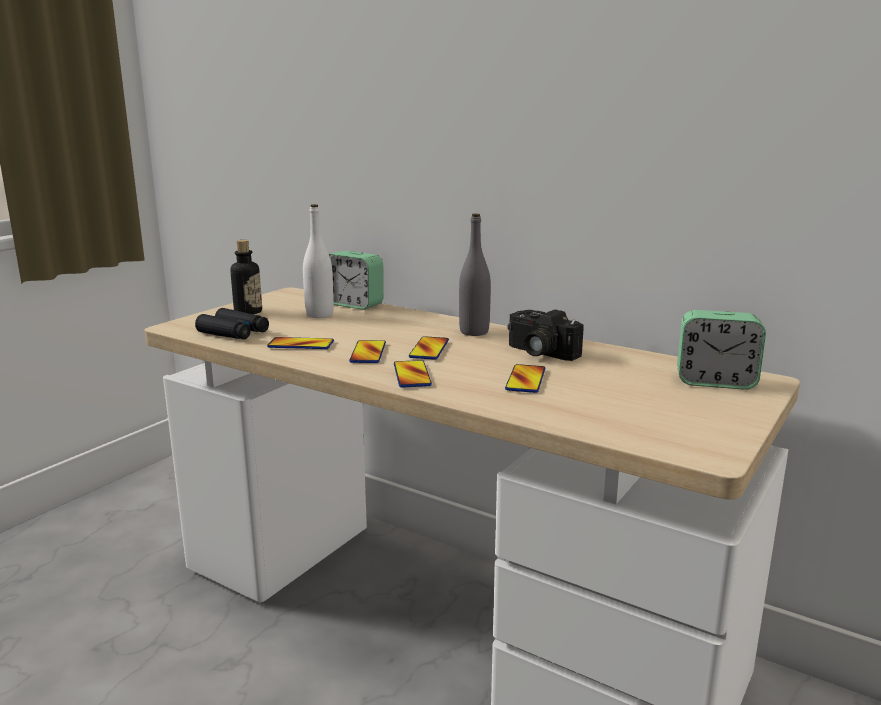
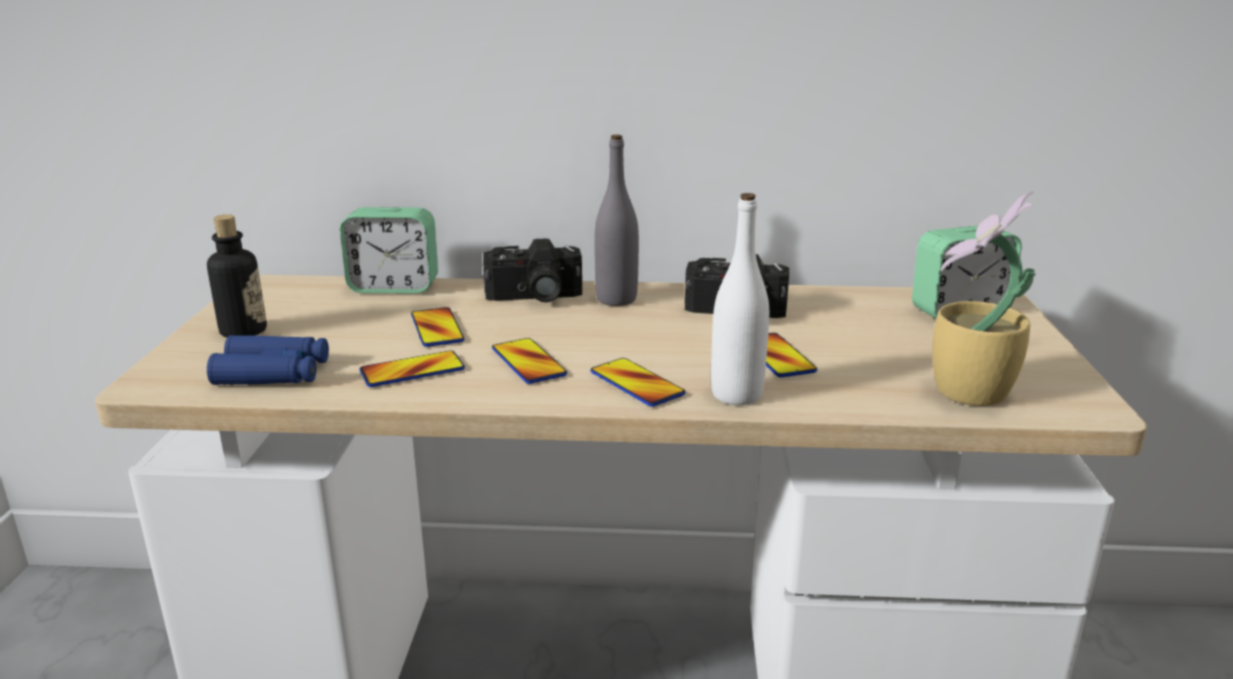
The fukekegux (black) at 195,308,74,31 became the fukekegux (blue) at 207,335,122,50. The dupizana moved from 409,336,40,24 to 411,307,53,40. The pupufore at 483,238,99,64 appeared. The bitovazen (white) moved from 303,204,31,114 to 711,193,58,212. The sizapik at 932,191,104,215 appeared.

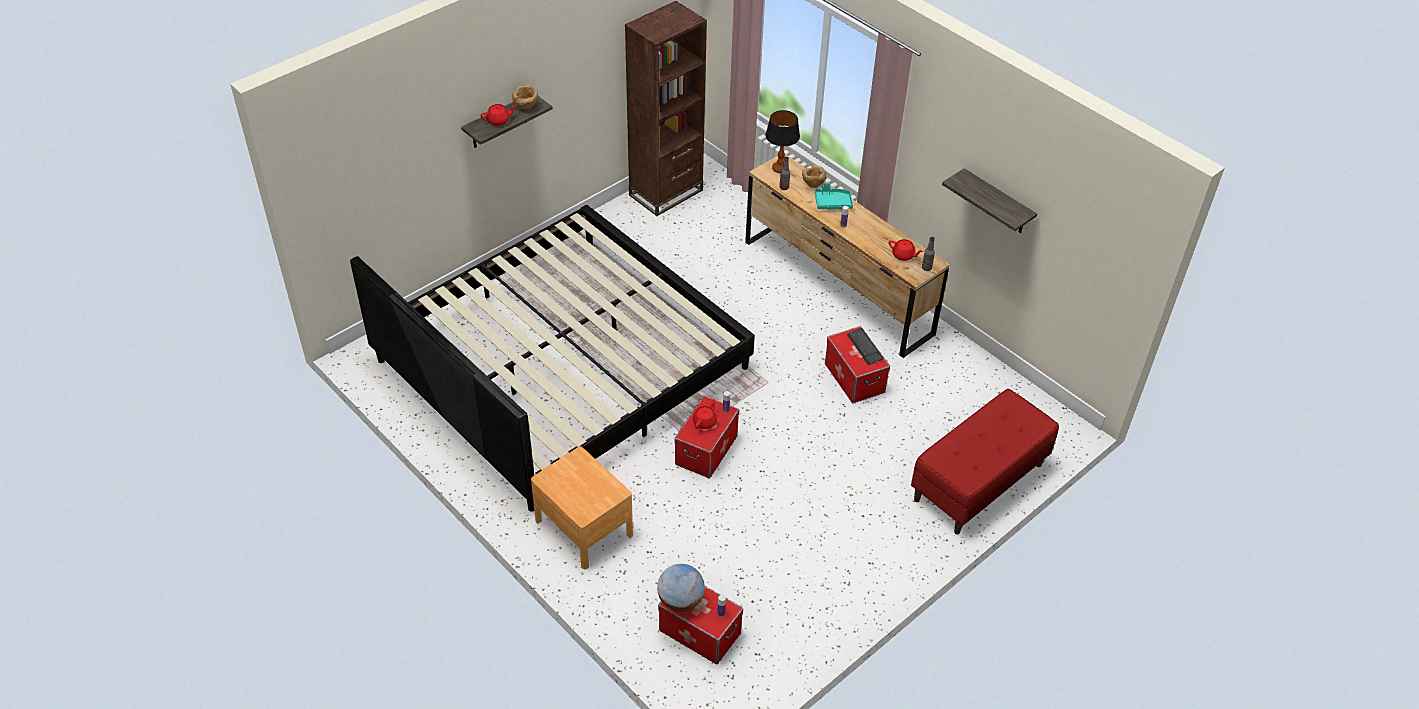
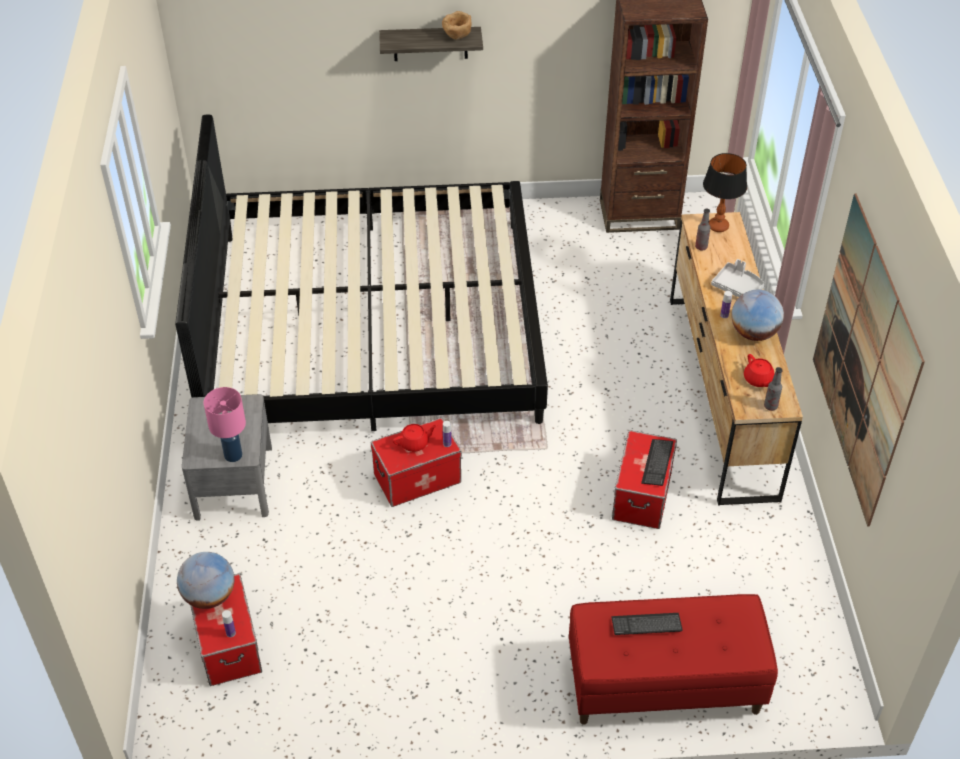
The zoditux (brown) at 531,446,102,123 became the zoditux (grey) at 182,394,90,126. The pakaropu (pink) at 204,387,42,75 appeared. The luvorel at 611,613,72,22 appeared. The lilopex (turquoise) at 815,183,38,26 became the lilopex (grey) at 711,259,54,38. The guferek at 731,289,53,52 appeared. The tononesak at 942,168,95,65 was replaced by the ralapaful at 813,194,112,333. The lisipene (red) at 480,104,37,22 disappeared. The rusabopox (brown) at 802,165,24,23 disappeared.

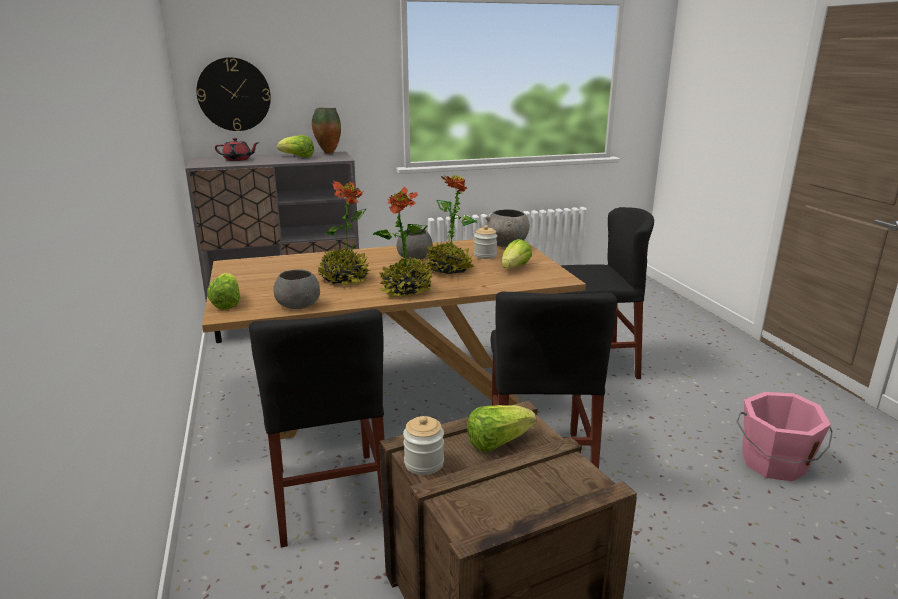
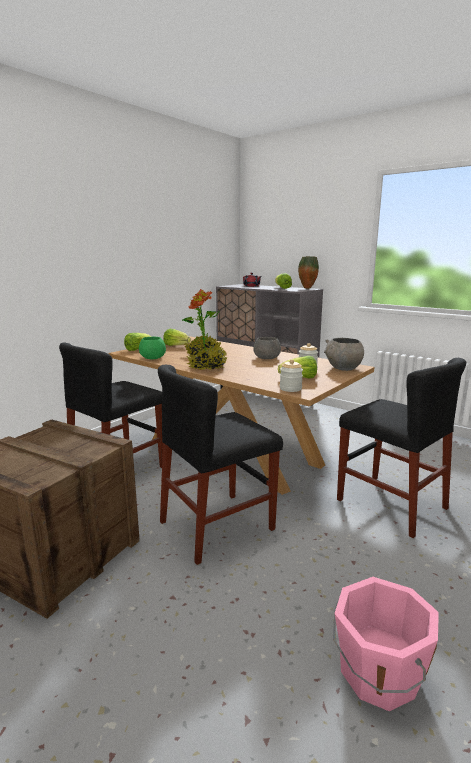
The rusabopox (grey) at 273,269,47,40 became the rusabopox (green) at 139,337,27,22. The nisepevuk moved from 467,405,69,47 to 163,329,28,17. The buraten moved from 403,416,41,59 to 280,359,23,33. The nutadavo at 197,57,74,74 disappeared. The sizapik at 424,175,54,99 disappeared.

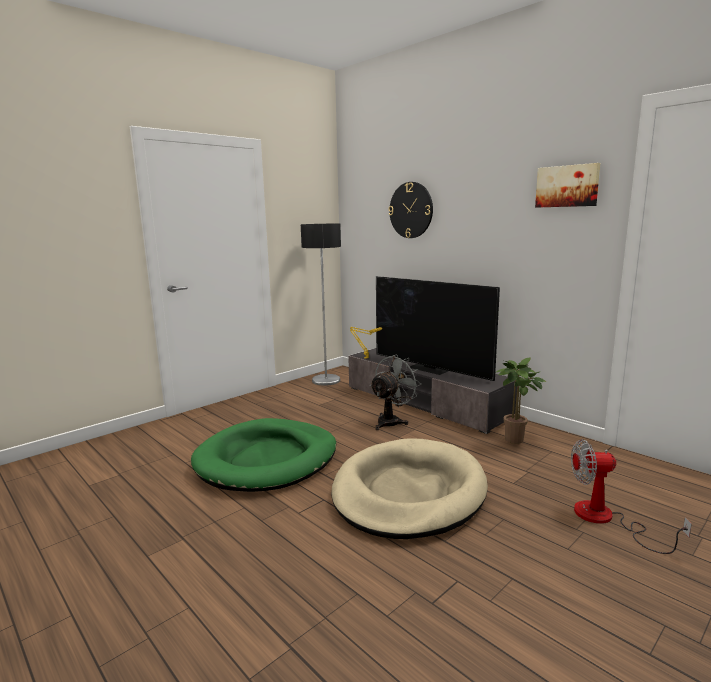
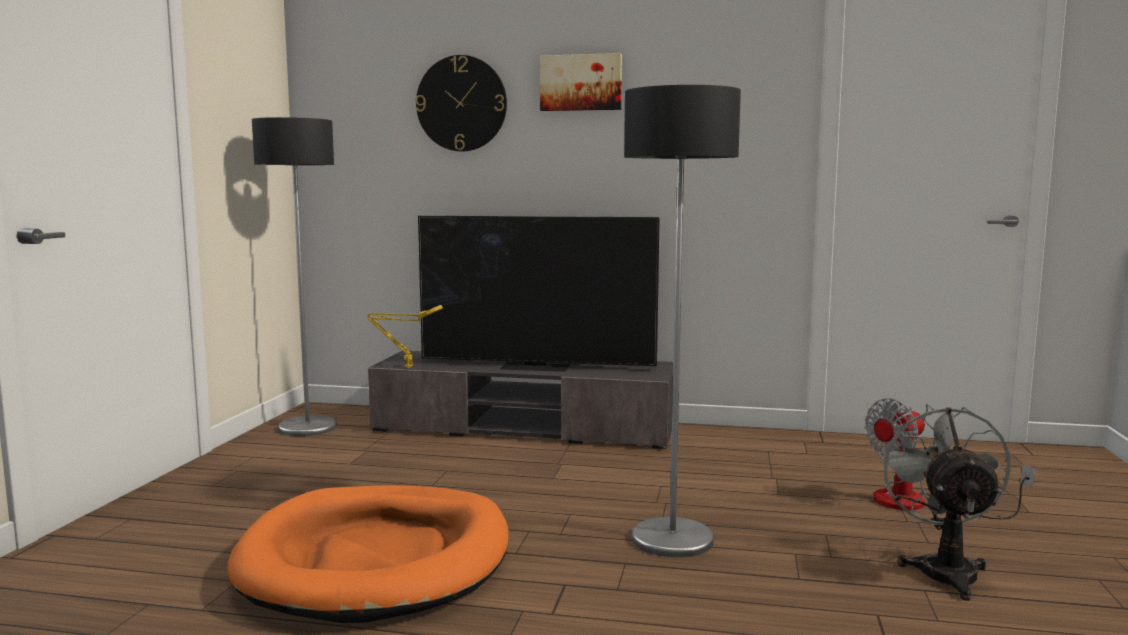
The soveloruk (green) at 191,418,145,74 became the soveloruk (orange) at 227,485,282,138. The ralapaful moved from 535,163,66,45 to 540,53,82,58. The soveloruk (beige) at 331,438,157,101 was replaced by the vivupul at 624,85,117,472. The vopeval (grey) moved from 370,354,52,76 to 878,404,133,197. The sizapik at 497,358,49,86 disappeared.

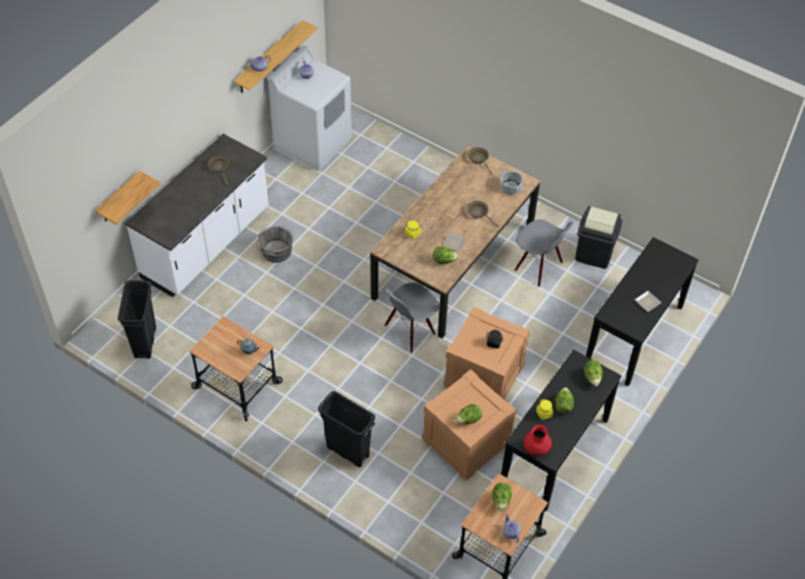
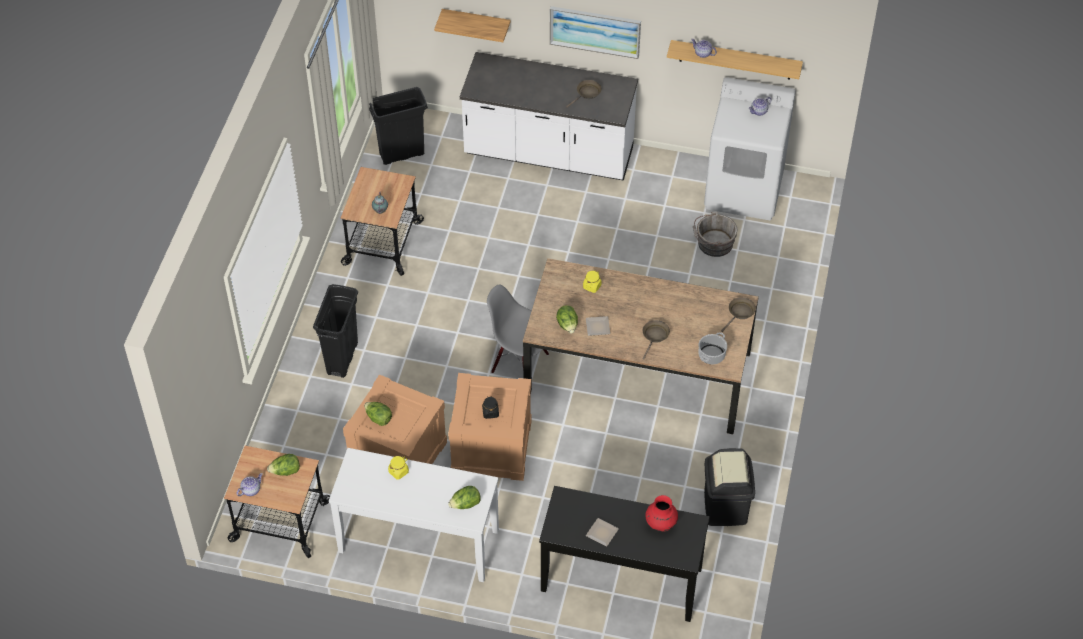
The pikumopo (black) at 501,350,120,162 became the pikumopo (white) at 329,448,170,134. The ralapaful at 550,6,91,53 appeared. The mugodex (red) moved from 523,425,29,31 to 646,495,32,37. The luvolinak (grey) moved from 257,226,36,37 to 693,212,44,45. The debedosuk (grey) at 515,219,58,68 disappeared. The nisepevuk at 555,387,19,27 disappeared.

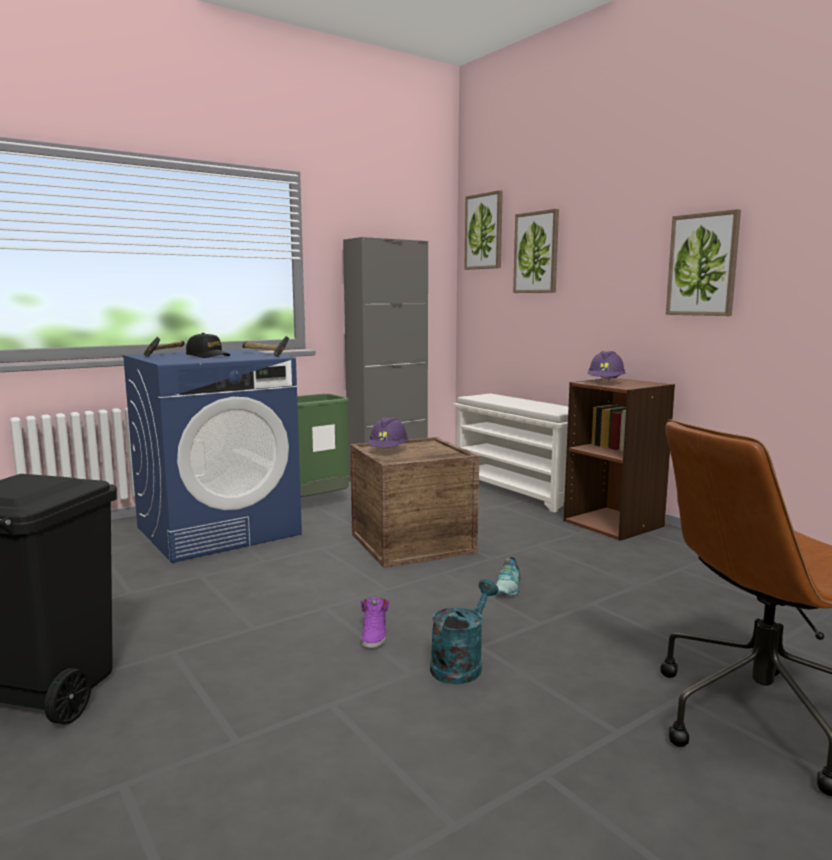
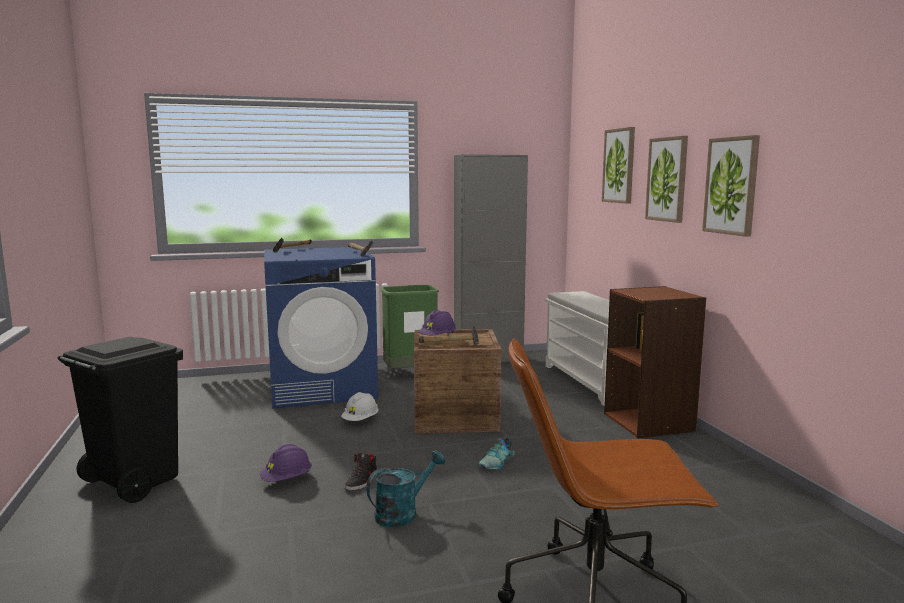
The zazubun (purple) moved from 588,351,38,30 to 260,444,52,38. The zazubun (white) at 341,392,38,29 appeared. The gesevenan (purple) at 360,598,29,50 became the gesevenan (black) at 345,453,32,38. The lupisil at 419,326,60,19 appeared. The ralapaful moved from 464,190,39,80 to 645,136,43,87. The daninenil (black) at 186,333,44,25 disappeared.

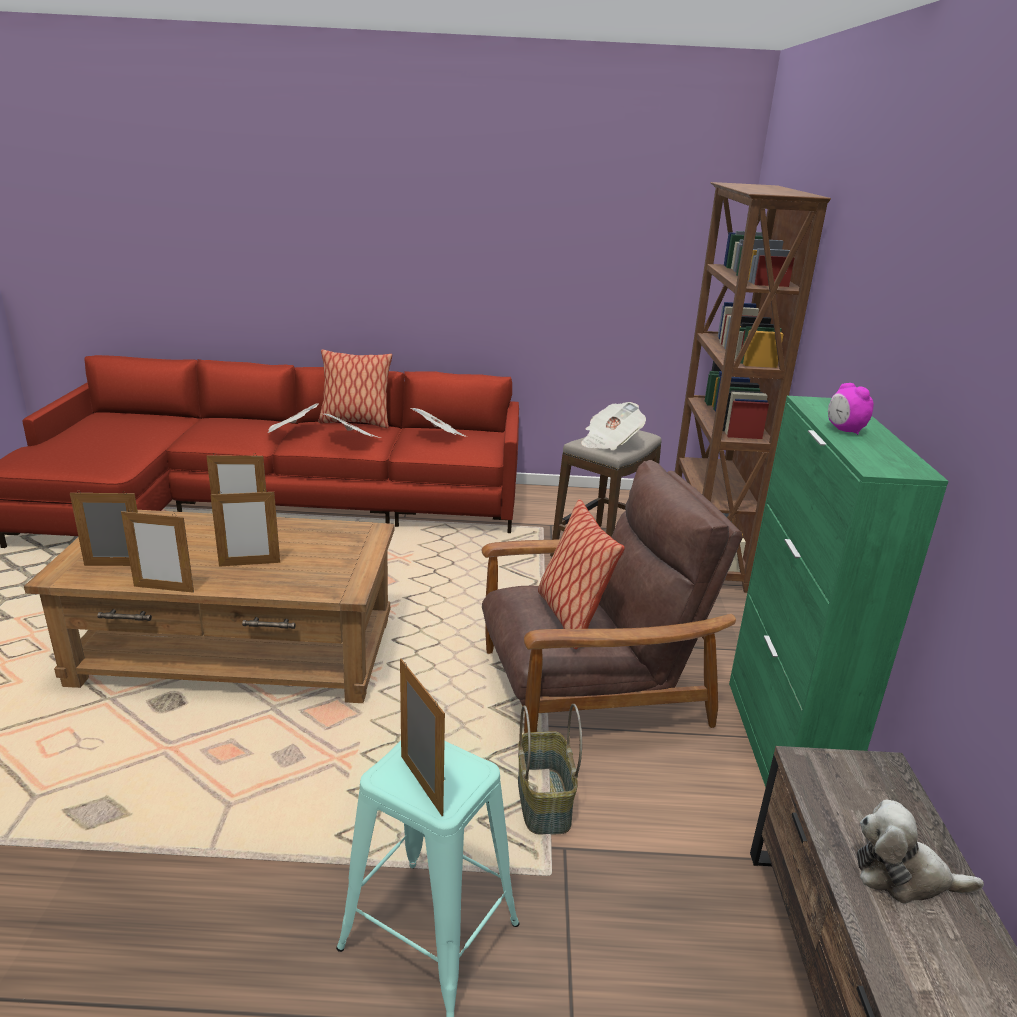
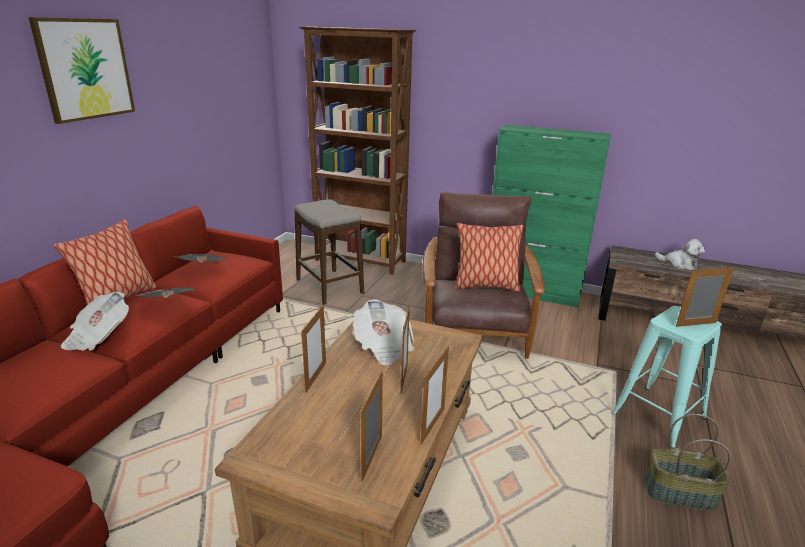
The ralapaful at 29,17,106,107 appeared. The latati moved from 581,402,65,48 to 353,299,61,67. The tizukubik moved from 518,704,64,131 to 645,414,86,97. The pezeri at 857,800,127,104 turned 90 degrees counterclockwise. The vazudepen at 828,383,46,52 disappeared.

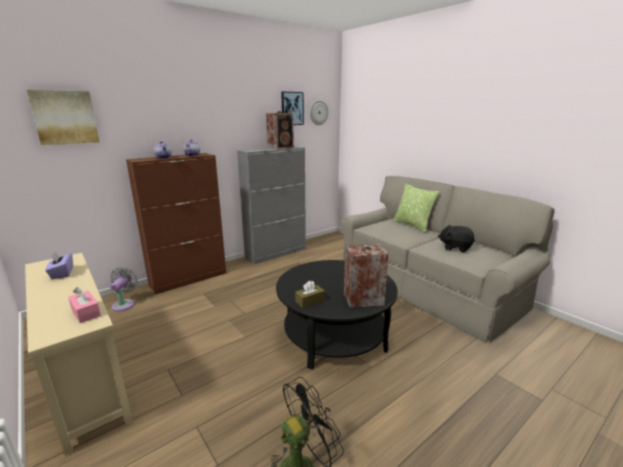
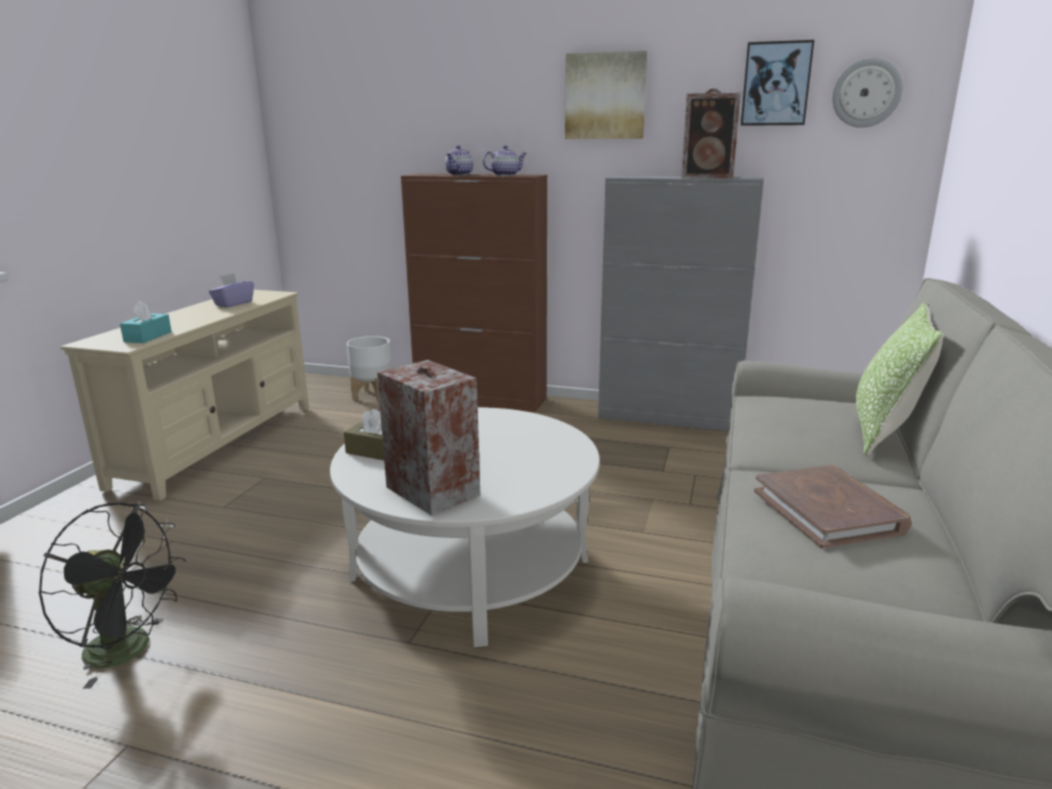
The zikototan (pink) at 68,287,33,36 became the zikototan (turquoise) at 120,301,52,42. The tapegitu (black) at 276,260,122,110 became the tapegitu (white) at 330,407,270,240. The vopeval (grey) at 110,267,28,44 was replaced by the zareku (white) at 347,336,45,67. The ralapaful moved from 27,90,72,55 to 565,51,82,88. The pezeri (black) at 438,225,37,27 was replaced by the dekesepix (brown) at 754,465,158,84.

